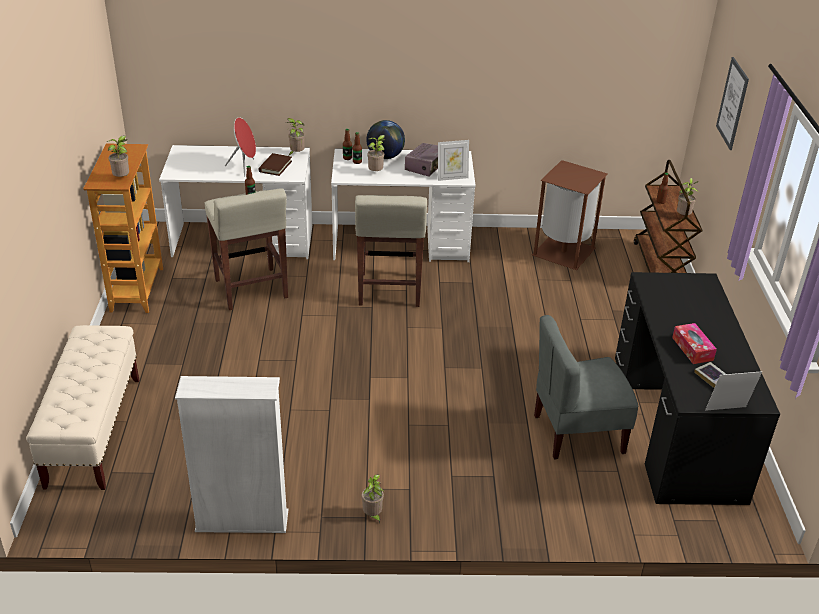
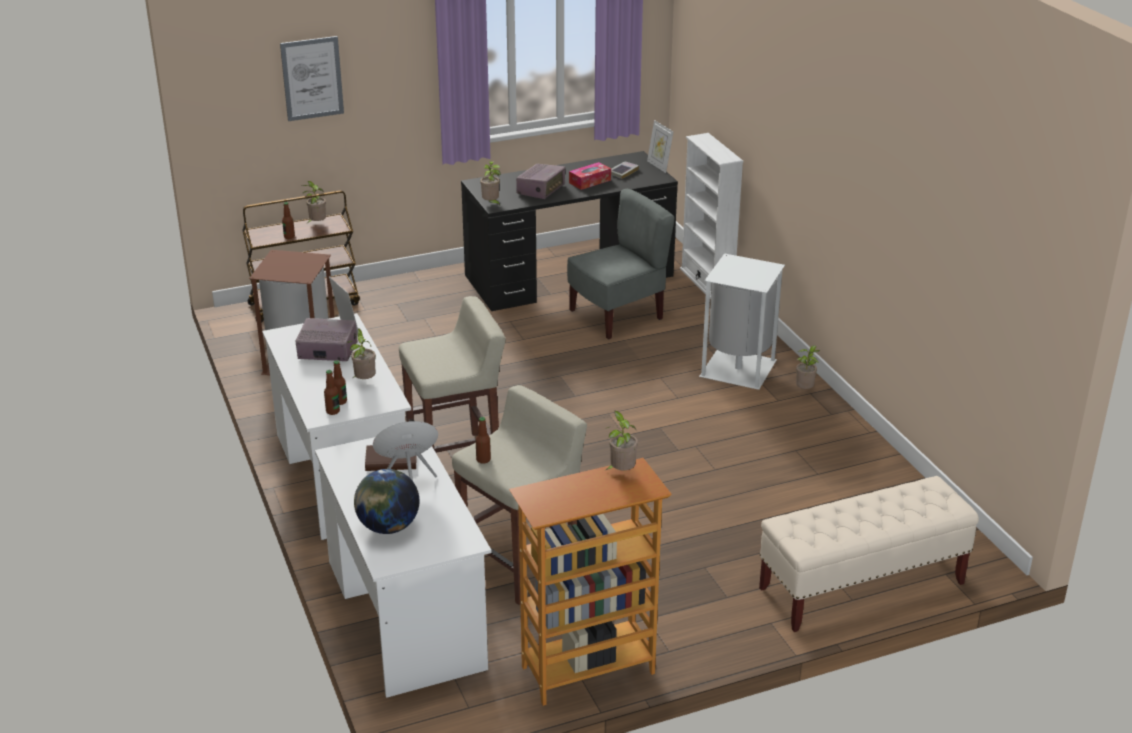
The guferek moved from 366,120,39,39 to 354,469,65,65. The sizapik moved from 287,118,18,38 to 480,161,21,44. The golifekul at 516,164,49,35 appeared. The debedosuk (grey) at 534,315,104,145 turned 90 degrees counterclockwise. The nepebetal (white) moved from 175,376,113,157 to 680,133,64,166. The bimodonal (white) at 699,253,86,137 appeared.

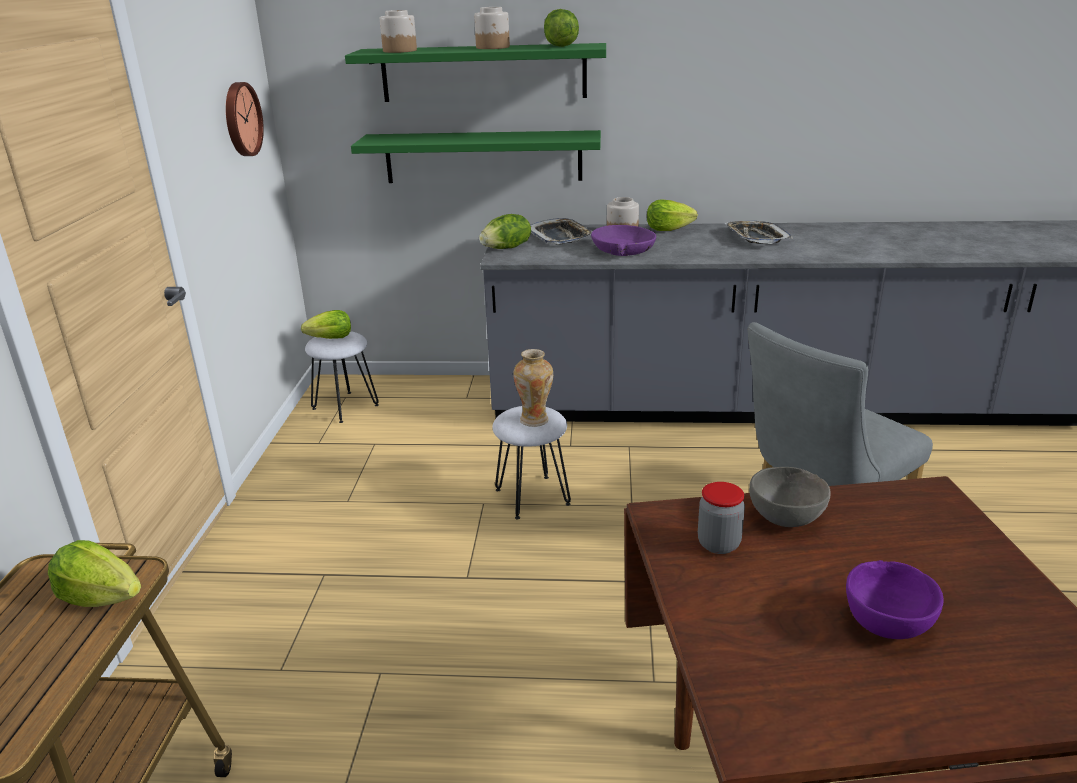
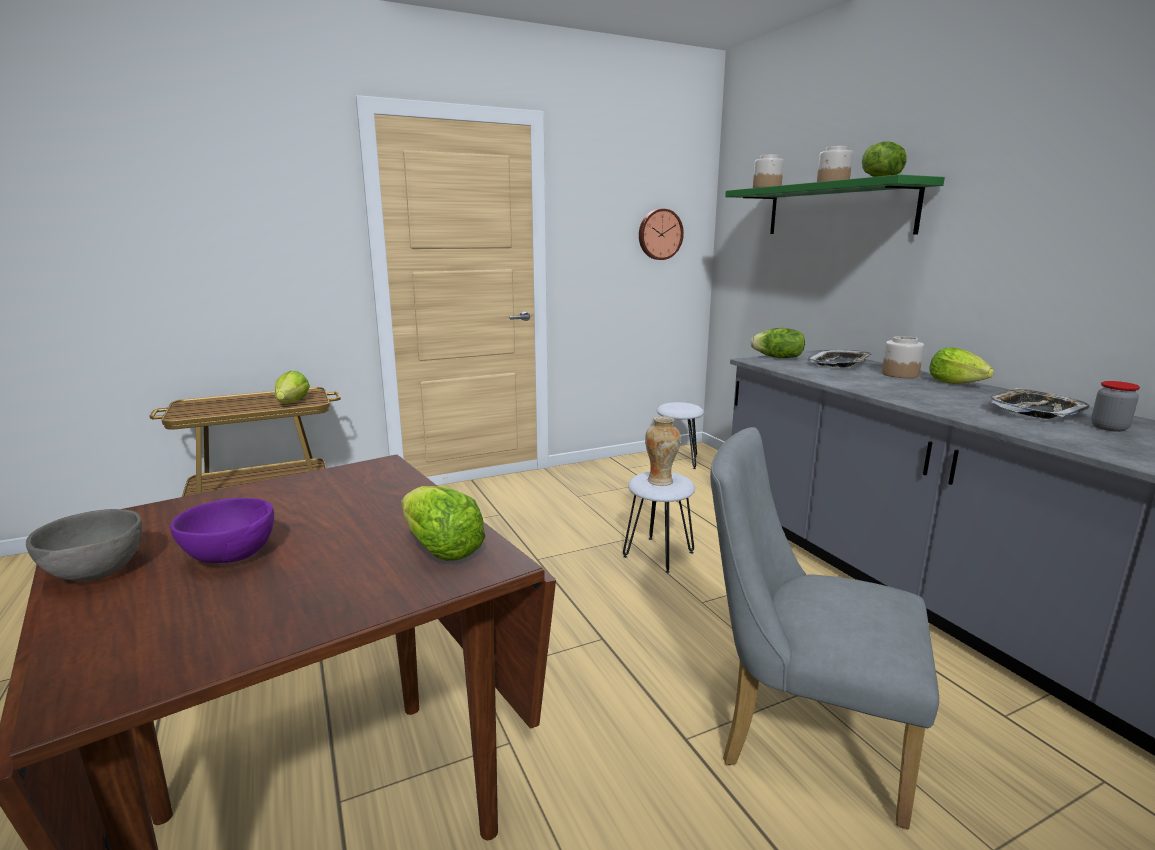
The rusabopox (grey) moved from 749,467,82,60 to 26,509,116,72. The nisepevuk moved from 301,310,50,29 to 402,486,83,75. The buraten moved from 698,482,47,72 to 1091,381,49,51. The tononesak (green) at 351,130,250,53 disappeared. The rusabopox (purple) at 591,225,65,31 disappeared.

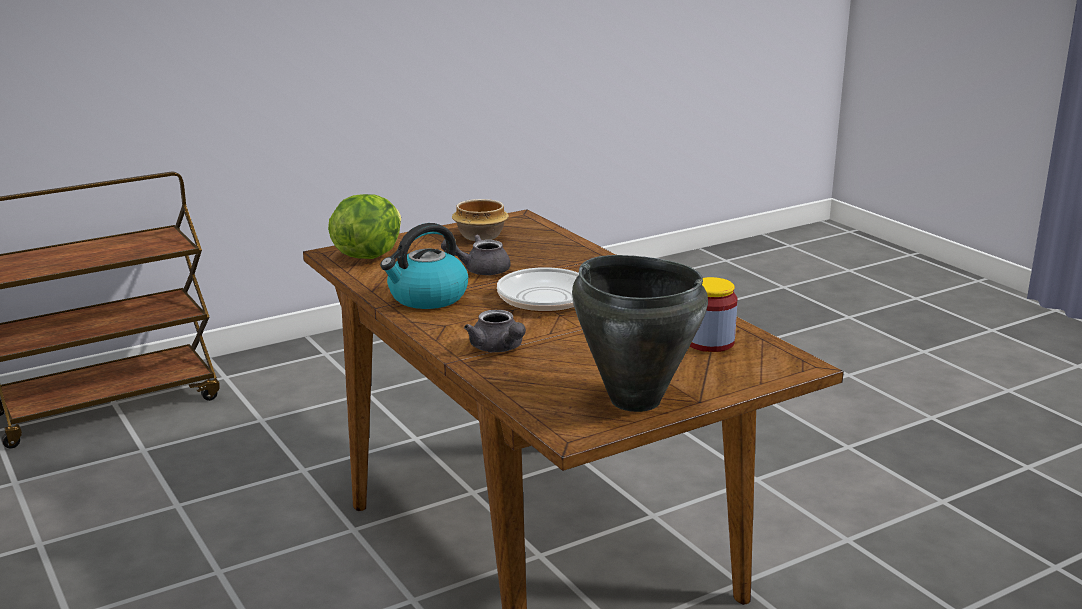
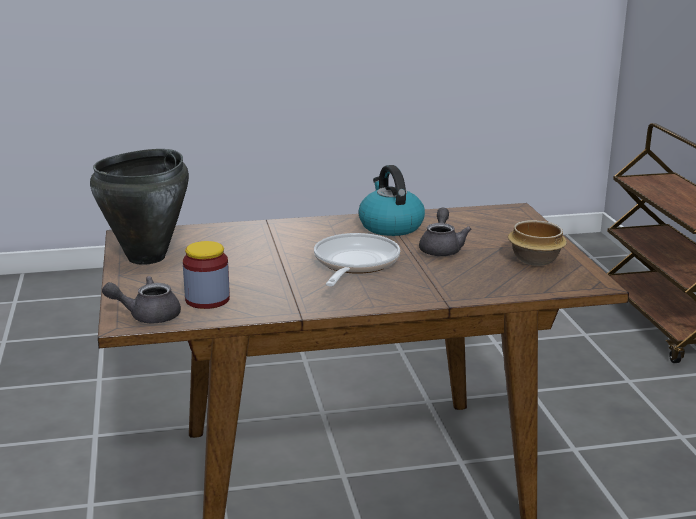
The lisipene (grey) moved from 464,310,62,42 to 102,276,79,47. The nisepevuk at 328,194,73,65 disappeared.

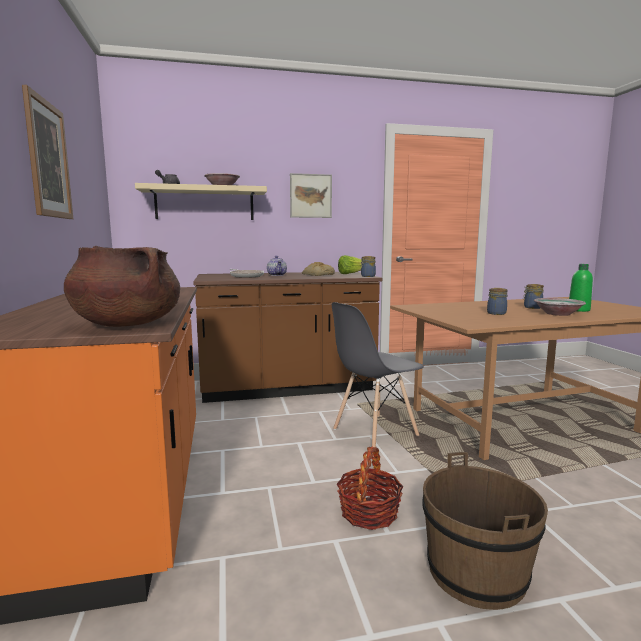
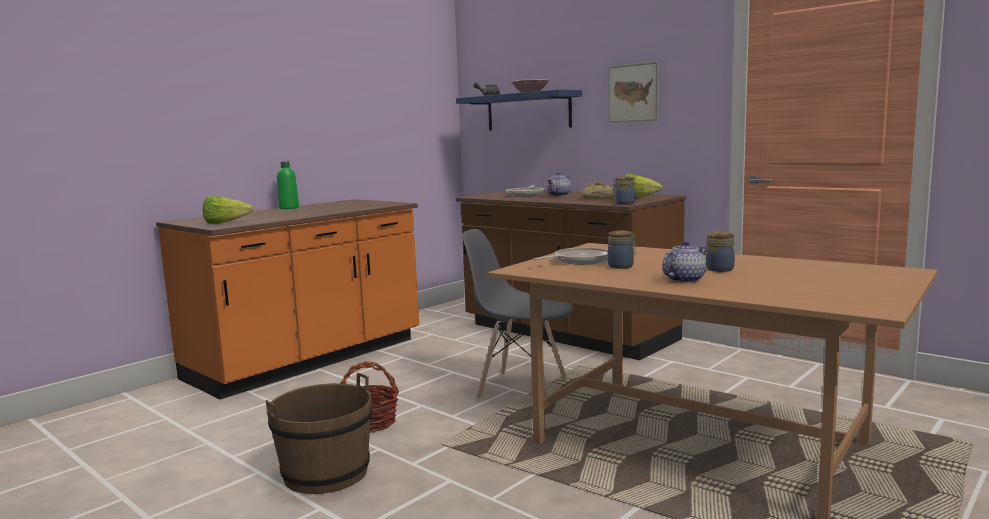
The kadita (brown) at 64,246,116,81 was replaced by the nisepevuk at 203,195,51,29. The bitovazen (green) moved from 569,264,24,48 to 277,162,22,47. The tononesak (beige) at 135,183,132,37 became the tononesak (blue) at 456,89,126,41. The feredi at 534,247,74,18 appeared. The rusabopox at 534,298,52,18 was replaced by the lisipene at 662,241,45,42. The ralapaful at 22,85,51,134 disappeared.

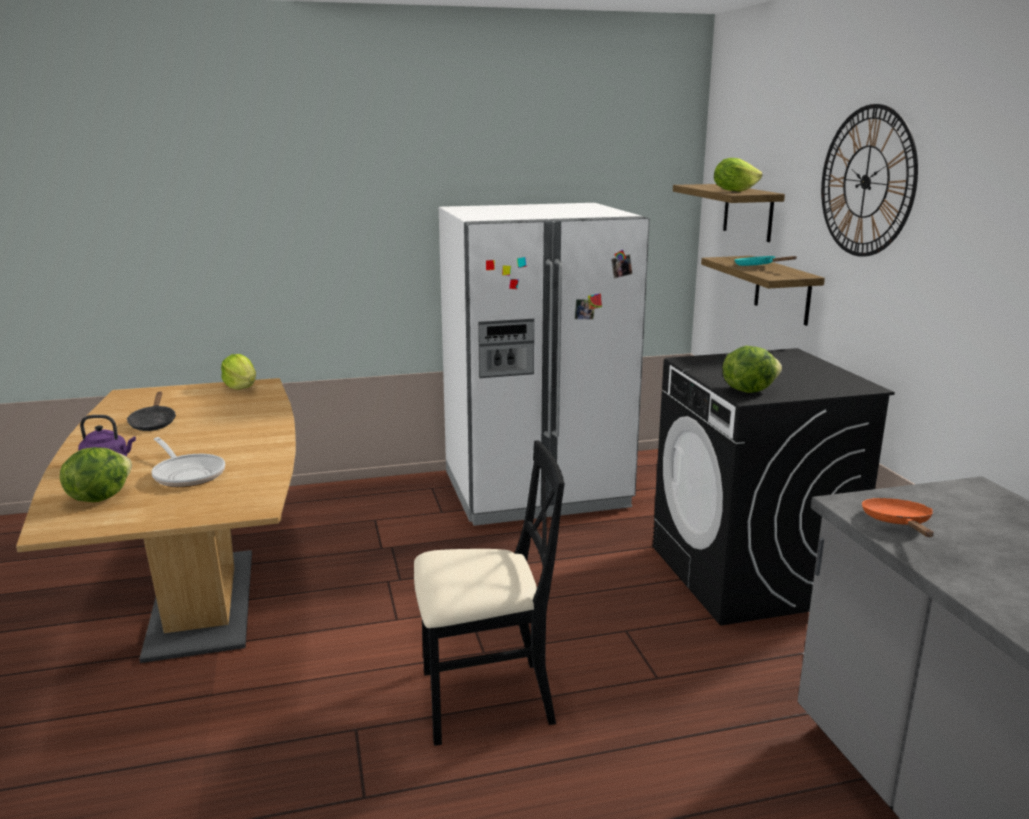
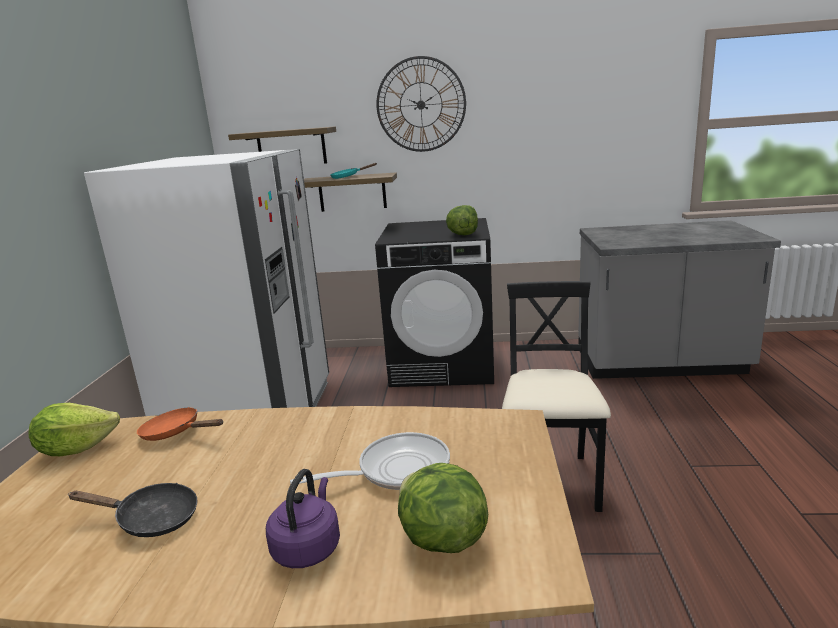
The feredi (orange) moved from 862,498,72,39 to 137,407,86,34. The nisepevuk at 714,158,48,34 disappeared.

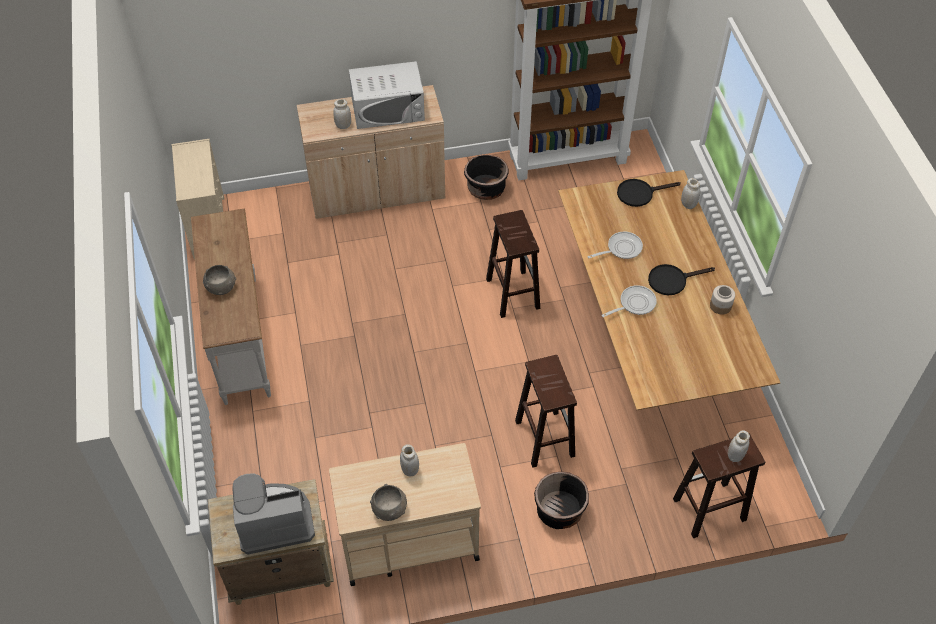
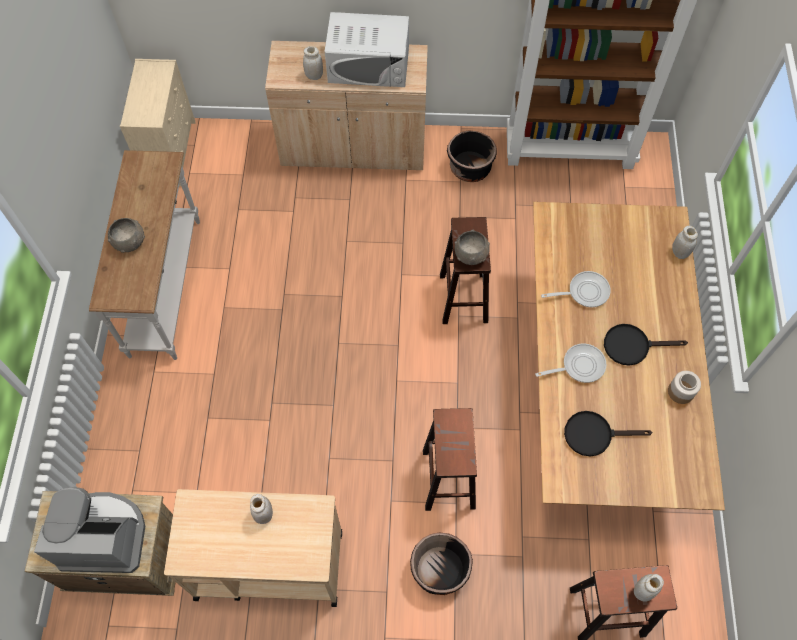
The rusabopox (grey) moved from 370,484,37,37 to 454,230,36,35. The feredi (black) moved from 617,179,64,28 to 564,411,89,45.

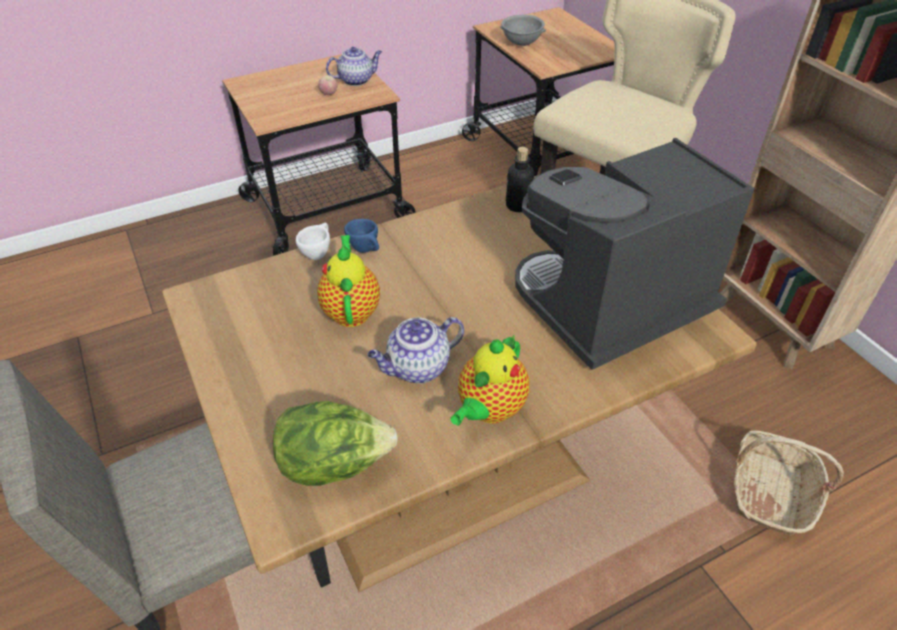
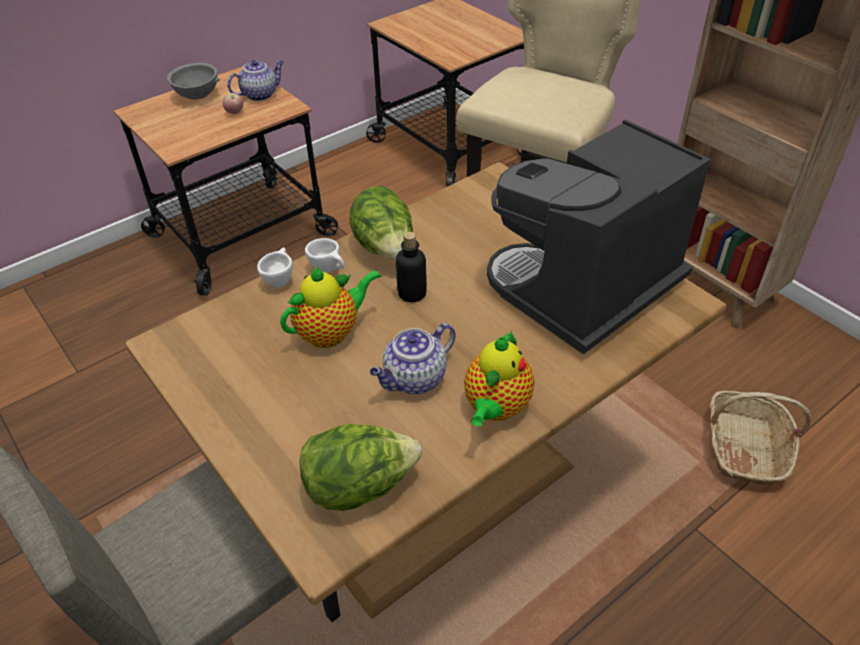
The rusabopox (grey) moved from 500,15,46,31 to 167,63,53,36. The lisipene at 317,235,63,92 turned 75 degrees clockwise. The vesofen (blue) at 344,219,35,34 became the vesofen (white) at 305,238,40,35. The nisepevuk at 349,186,64,73 appeared. The bitovazen moved from 506,147,28,65 to 396,232,31,70.

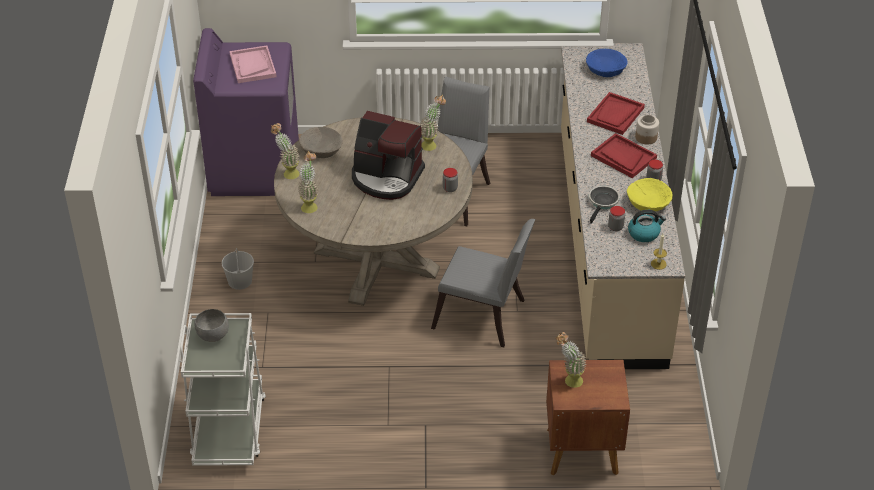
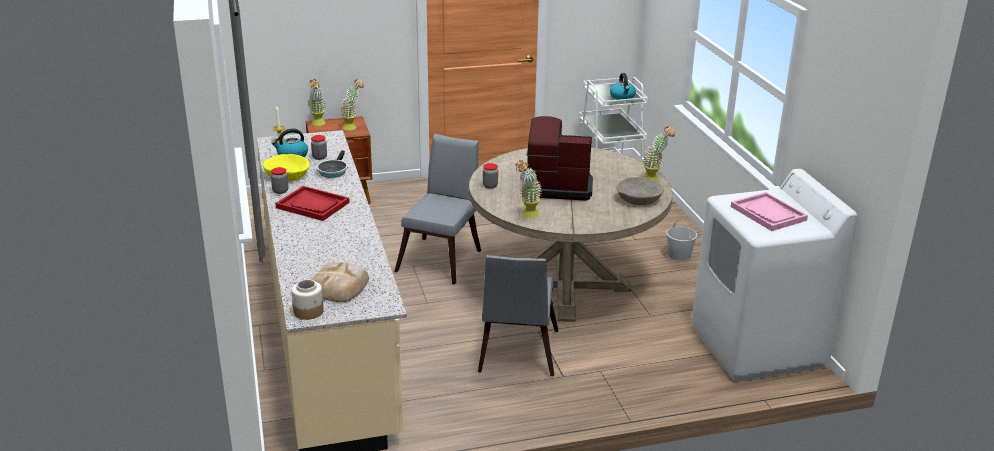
The buraten moved from 635,115,24,30 to 292,279,31,41. The sizapik moved from 298,151,21,62 to 308,79,18,47. The rusabopox (blue) at 586,49,42,28 was replaced by the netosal at 311,262,58,40. The debedosuk (grey) at 431,219,104,128 turned 105 degrees clockwise. The rusabopox (grey) at 194,309,35,33 was replaced by the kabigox at 610,73,26,27. The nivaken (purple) at 193,28,106,168 became the nivaken (white) at 692,169,165,213. The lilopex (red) at 587,92,58,43 disappeared.

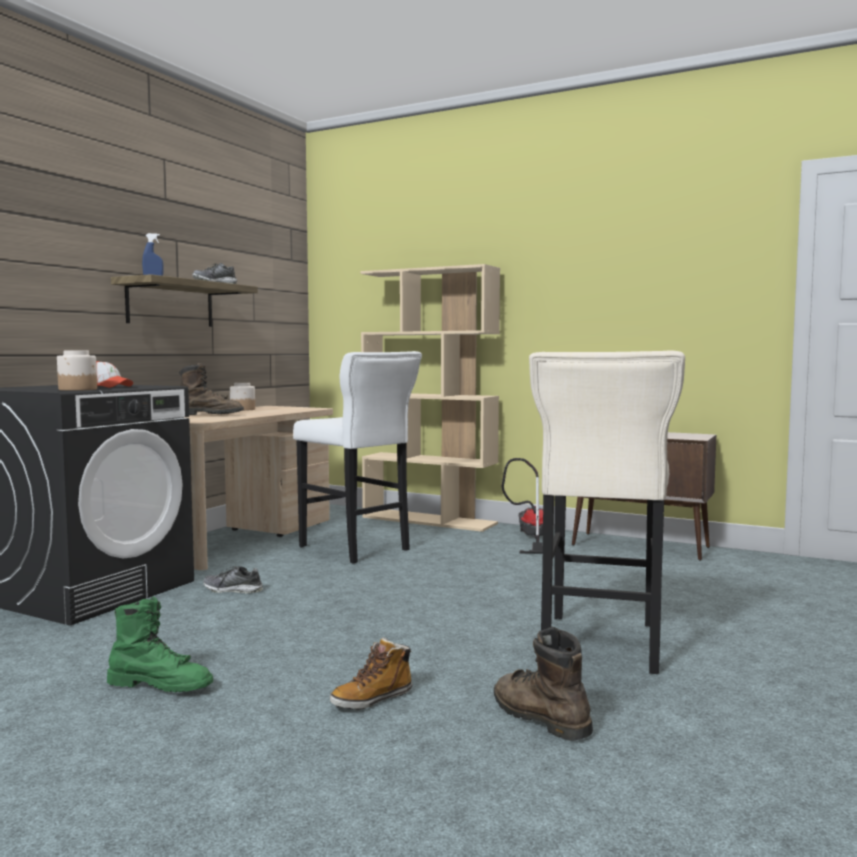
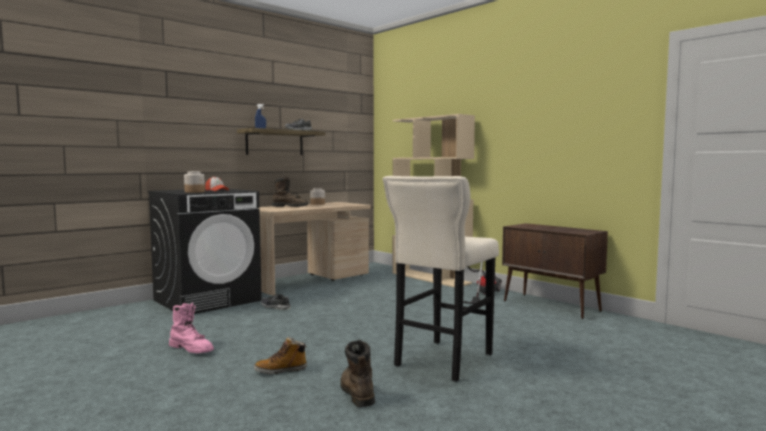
The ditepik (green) at 107,596,106,96 became the ditepik (pink) at 169,303,45,50. The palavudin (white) at 293,351,129,212 disappeared.

